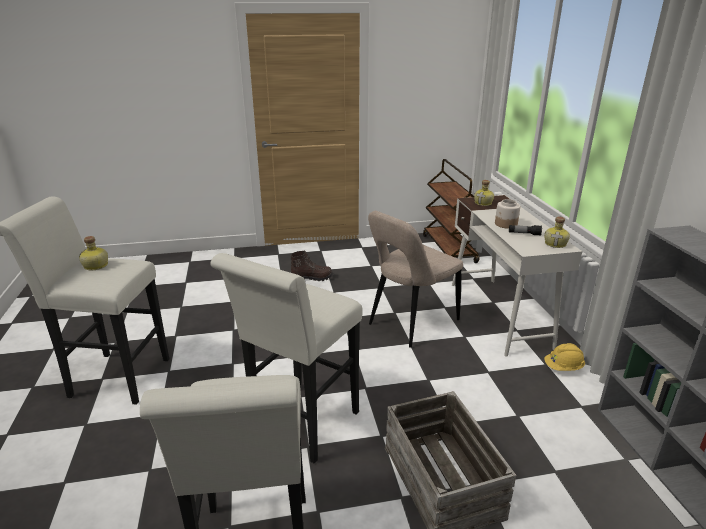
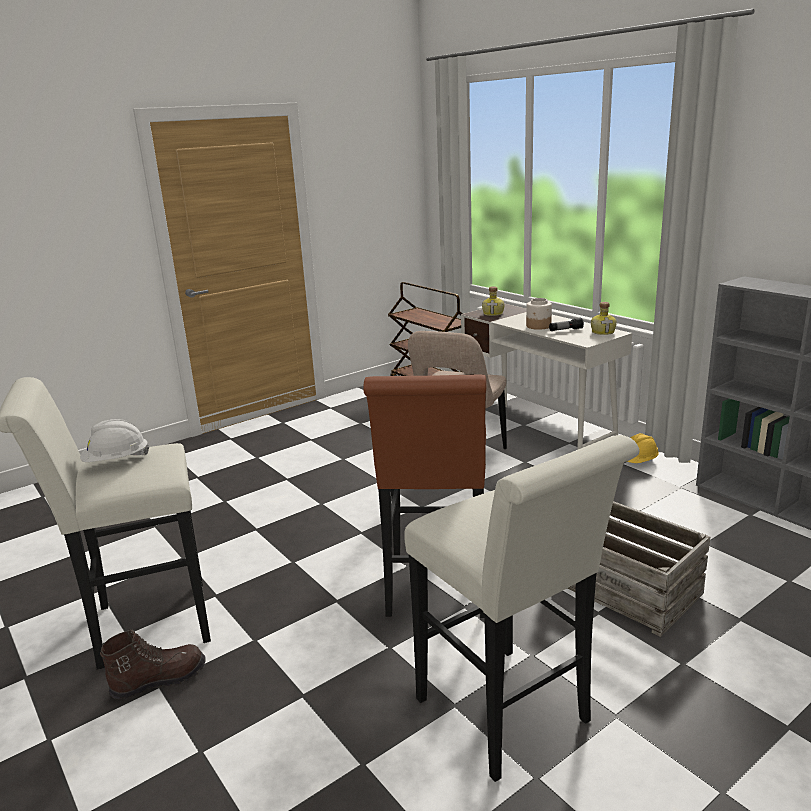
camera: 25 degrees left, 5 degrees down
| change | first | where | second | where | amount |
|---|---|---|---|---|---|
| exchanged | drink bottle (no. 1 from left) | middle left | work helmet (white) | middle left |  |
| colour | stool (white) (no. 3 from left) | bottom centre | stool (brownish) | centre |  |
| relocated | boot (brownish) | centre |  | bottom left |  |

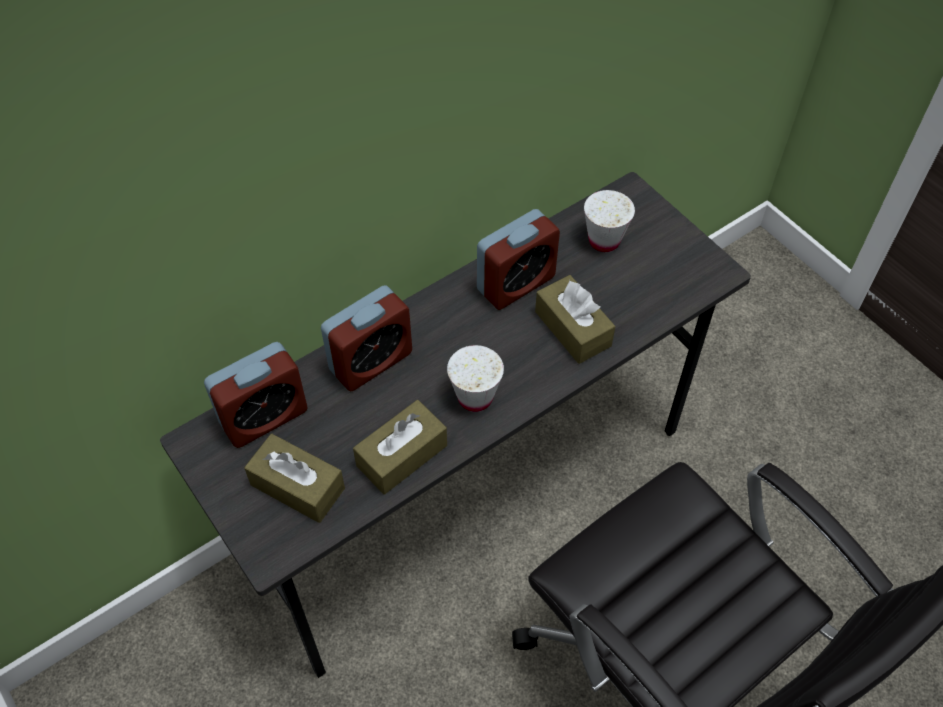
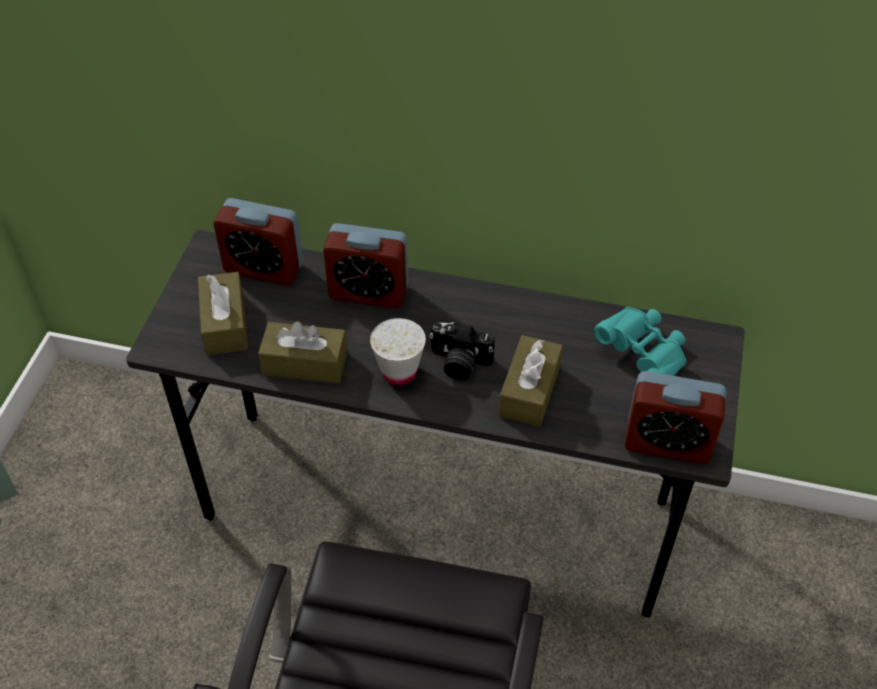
camera: 50 degrees right, 5 degrees down
| change | first | where | second | where | amount |
|---|---|---|---|---|---|
| relocated | table clock (no. 3 from left) | centre |  | middle right |  |
| exchanged | drinking cup (white) (no. 2 from left) | top centre | pair of binoculars (turquoise-coloured) | middle right |  |
| appeared |  |  | photo camera | centre |  |

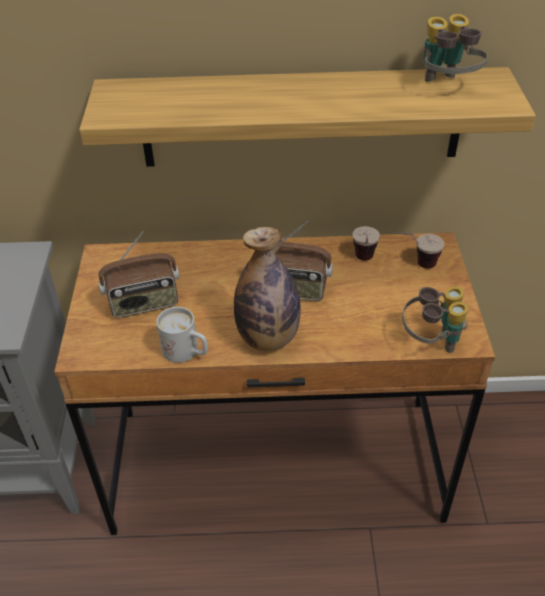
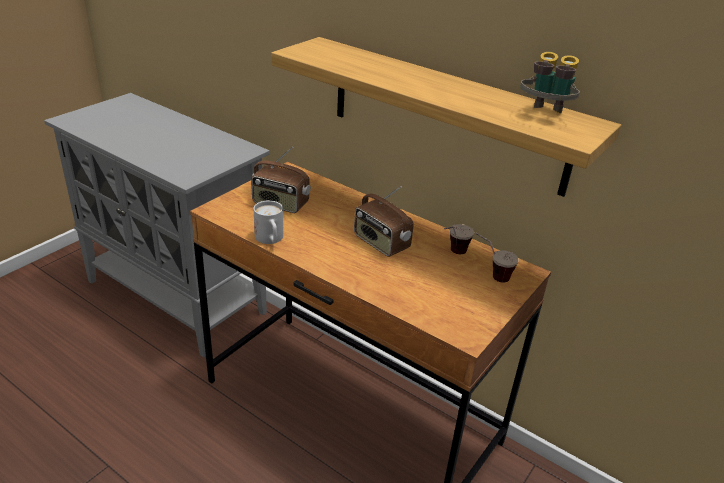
camera: 35 degrees right, 10 degrees down
| change | first | where | second | where | amount |
|---|---|---|---|---|---|
| missing | drink bottle | centre |  |  |  |
| missing | pair of binoculars (no. 1 from left) | middle right |  |  |  |

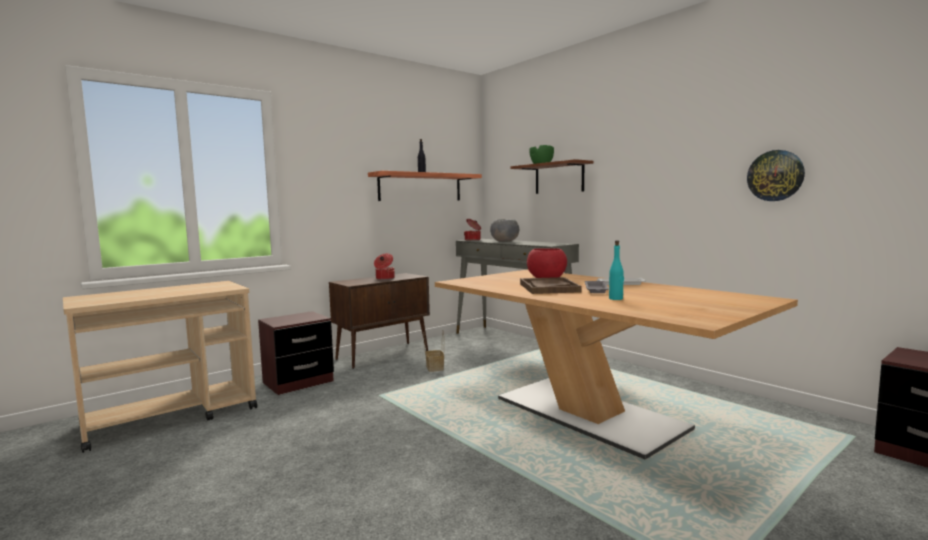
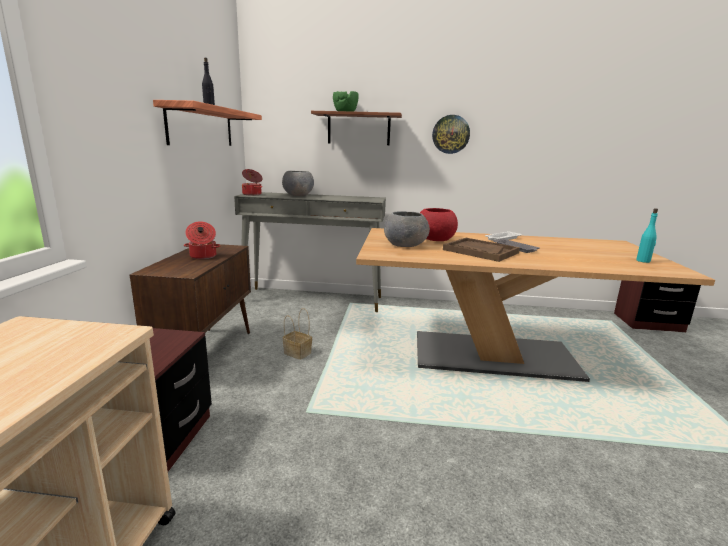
camera: 45 degrees left, 10 degrees up
| change | first | where | second | where | amount |
|---|---|---|---|---|---|
| relocated | drink bottle (turquoise-coloured) | centre |  | middle right |  |
| relocated | wall clock | top right |  | top centre |  |
| appeared |  |  | serving bowl (gray) (no. 2 from left) | centre |  |

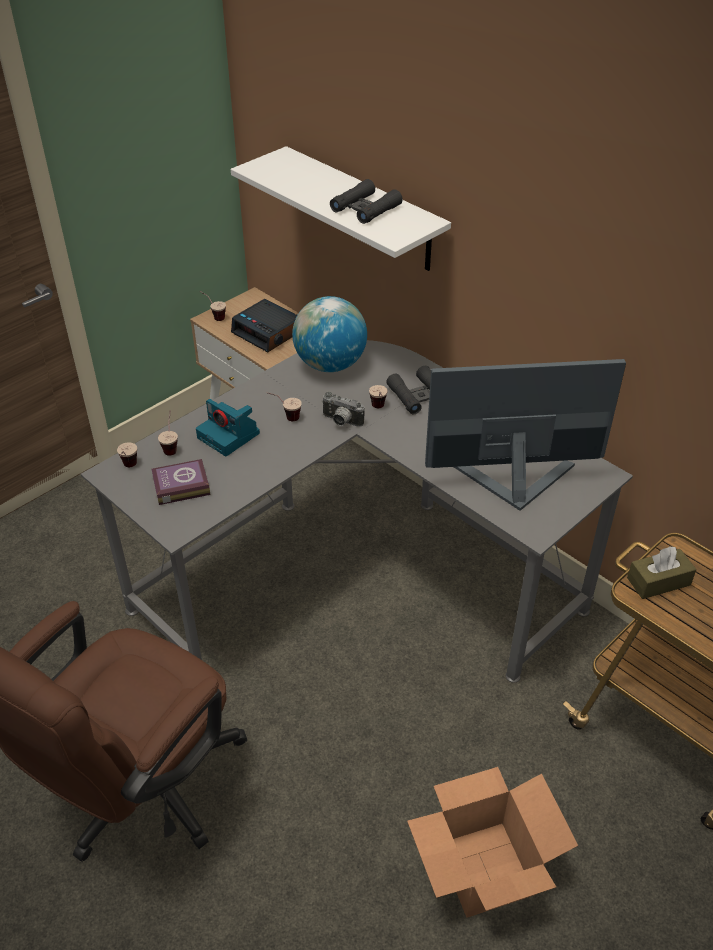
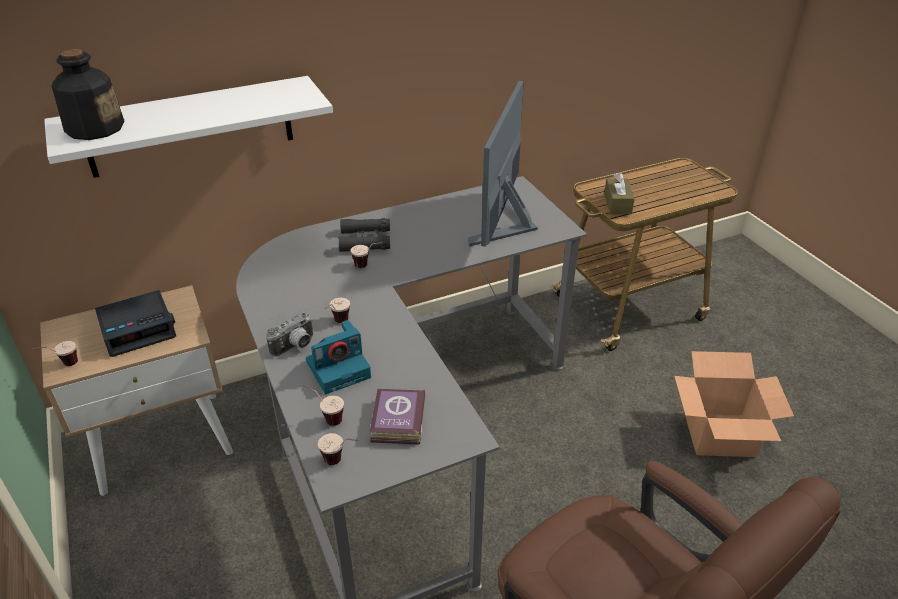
camera: 70 degrees left, 5 degrees down
| change | first | where | second | where | amount |
|---|---|---|---|---|---|
| missing | world globe | centre |  |  |  |
| relocated | photo camera (no. 2 from left in the first image) | centre | photo camera (no. 1 from left) | middle left |  |
| missing | pair of binoculars (black-coloured) (no. 1 from left) | top centre |  |  |  |
| appeared |  |  | drink bottle | top left |  |

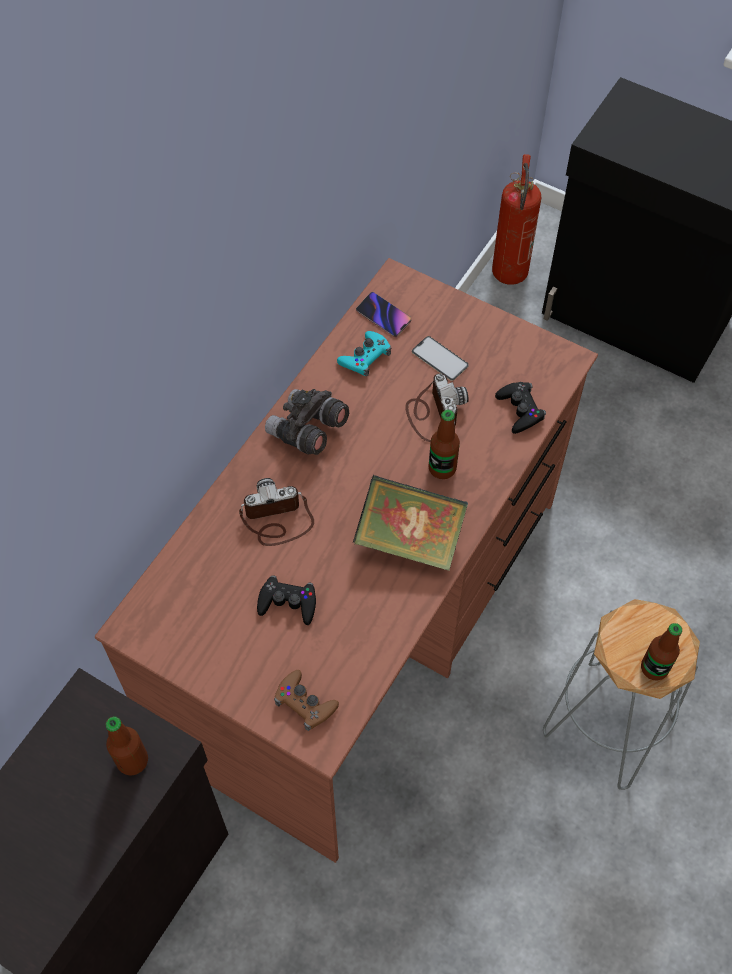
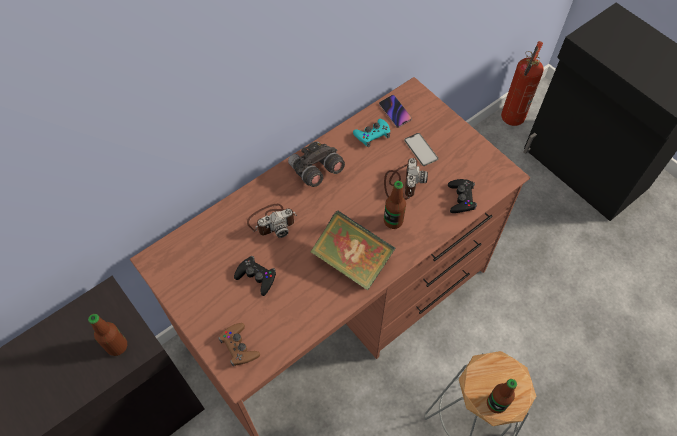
camera: 20 degrees right, 0 degrees up
| change | first | where | second | where | amount |
|---|---|---|---|---|---|
| spun | photo camera (no. 1 from left) | centre |  | centre | 150 degrees clockwise |

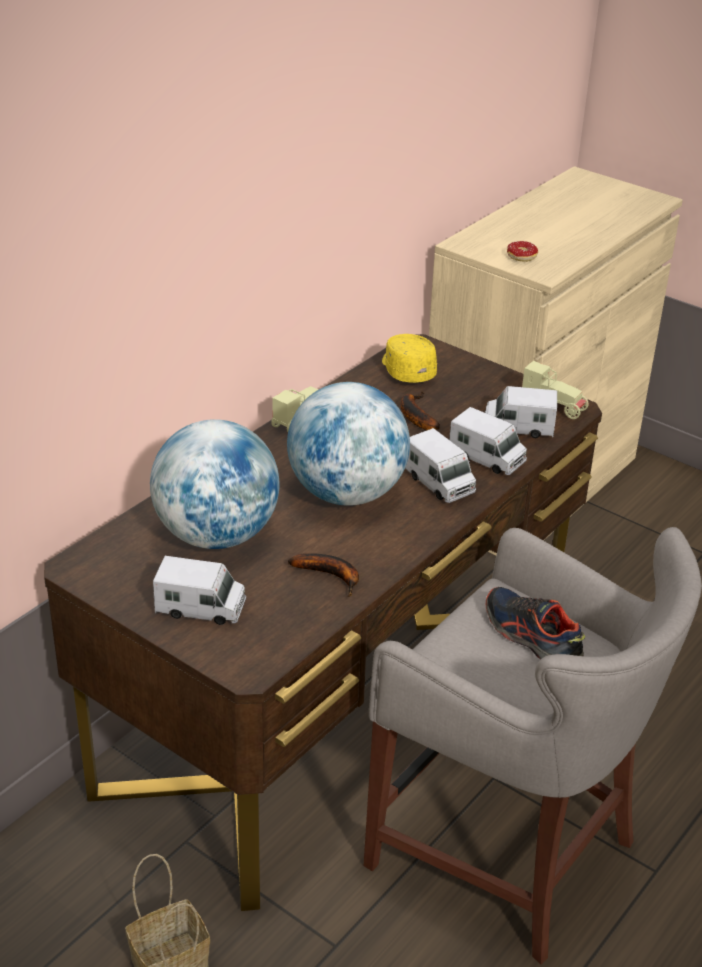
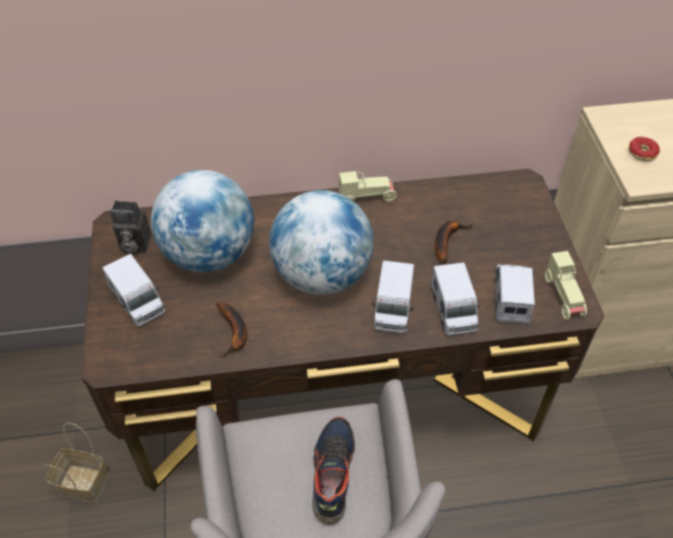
camera: 45 degrees right, 15 degrees up
| change | first | where | second | where | amount |
|---|---|---|---|---|---|
| missing | peaked cap (yellowish) | centre |  |  |  |
| spun | toy truck (no. 4 from left) | middle right |  | middle right | 45 degrees clockwise |
| appeared |  |  | photo camera | middle left |  |

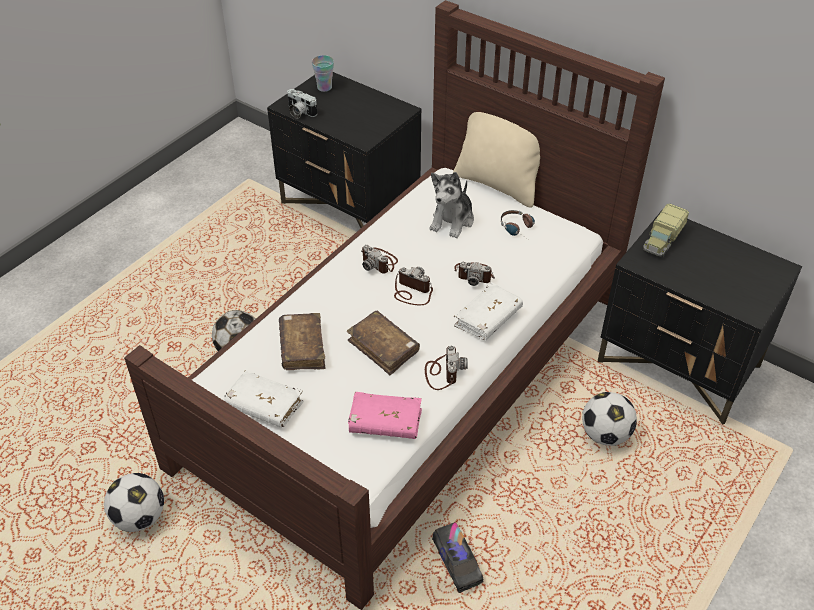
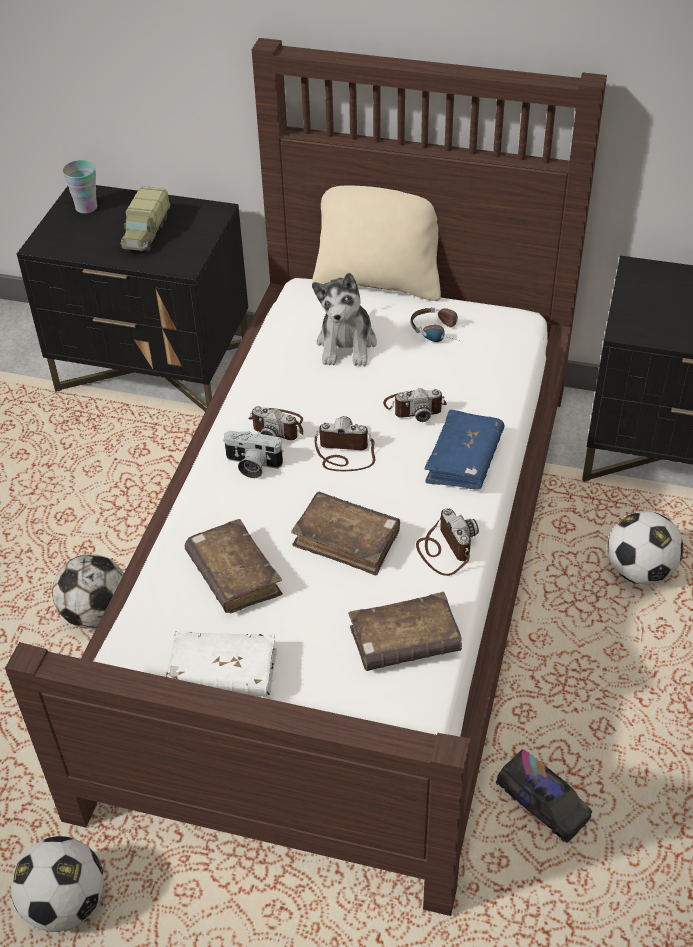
camera: 20 degrees left, 0 degrees up
| change | first | where | second | where | amount |
|---|---|---|---|---|---|
| relocated | photo camera (no. 1 from left) | top centre |  | centre |  |
| colour | book (pinkish) | bottom centre | book (brownish) (no. 3 from left) | centre |  |
| colour | book (white) (no. 2 from left) | centre | book (blue) | middle right |  |
| relocated | toy truck (no. 2 from left in the first image) | middle right | toy truck (no. 1 from left) | top left |  |

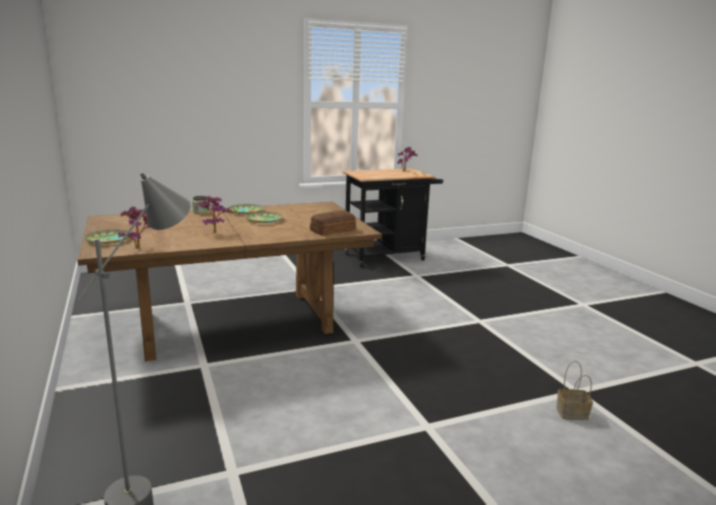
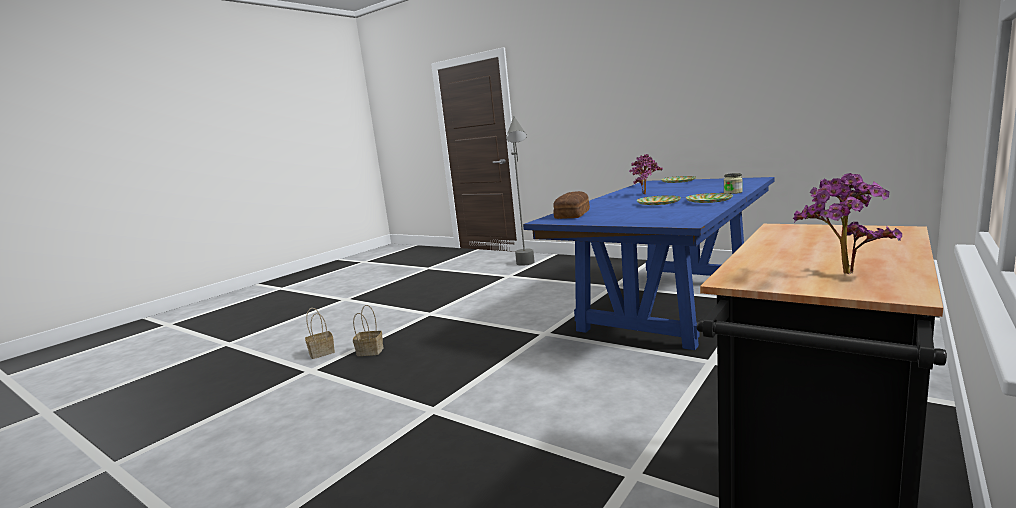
camera: 150 degrees right, 5 degrees down
| change | first | where | second | where | amount |
|---|---|---|---|---|---|
| colour | dining table (brownish) | middle left | dining table (blue) | centre |  |
| appeared |  |  | basket (no. 2 from left) | centre |  |

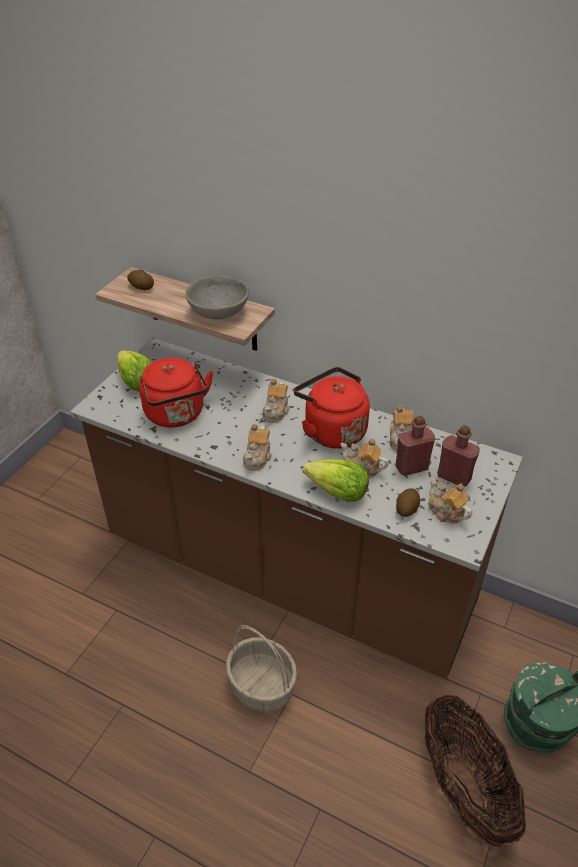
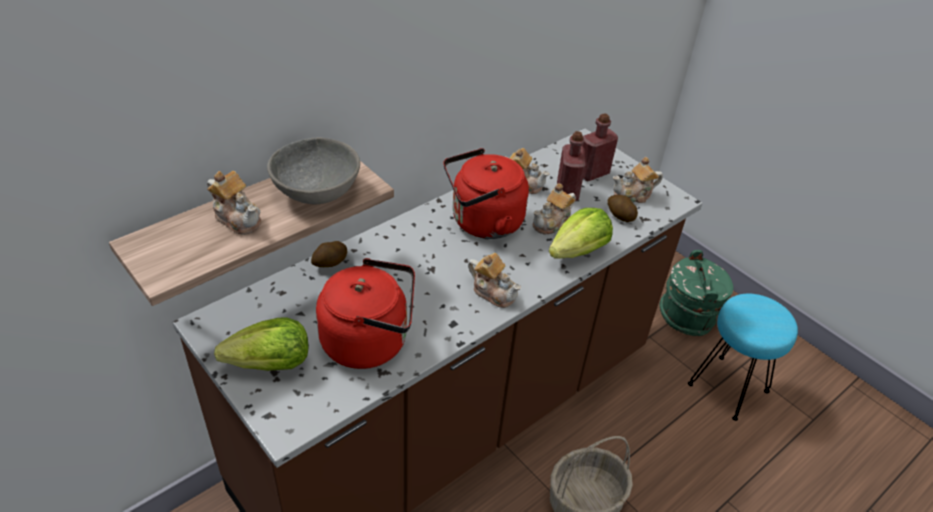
camera: 70 degrees left, 0 degrees up
| change | first | where | second | where | amount |
|---|---|---|---|---|---|
| relocated | potato (no. 1 from left) | top left |  | centre |  |
| relocated | pot for tea (no. 2 from left in the first image) | centre | pot for tea (no. 1 from left) | middle left |  |
| exchanged | basket (no. 2 from left) | bottom right | stool (turquoise-coloured) | bottom right |  |

